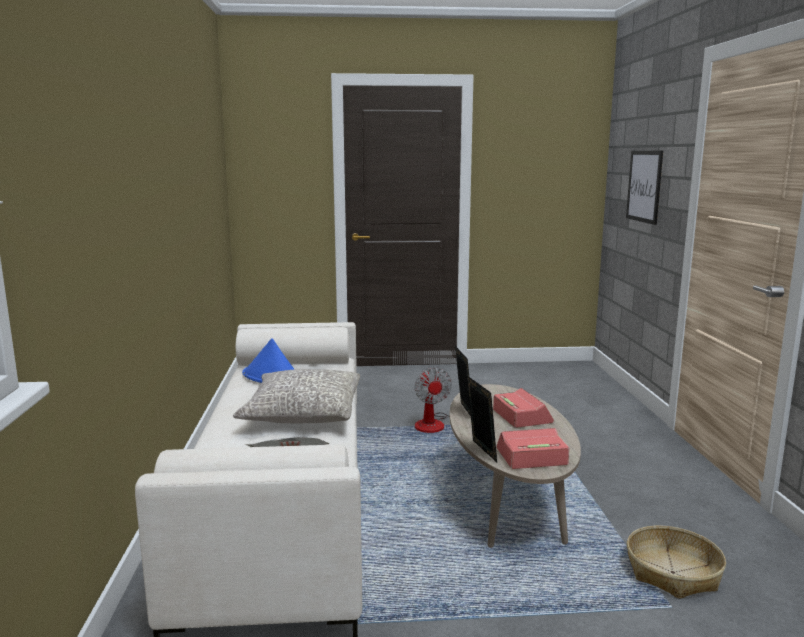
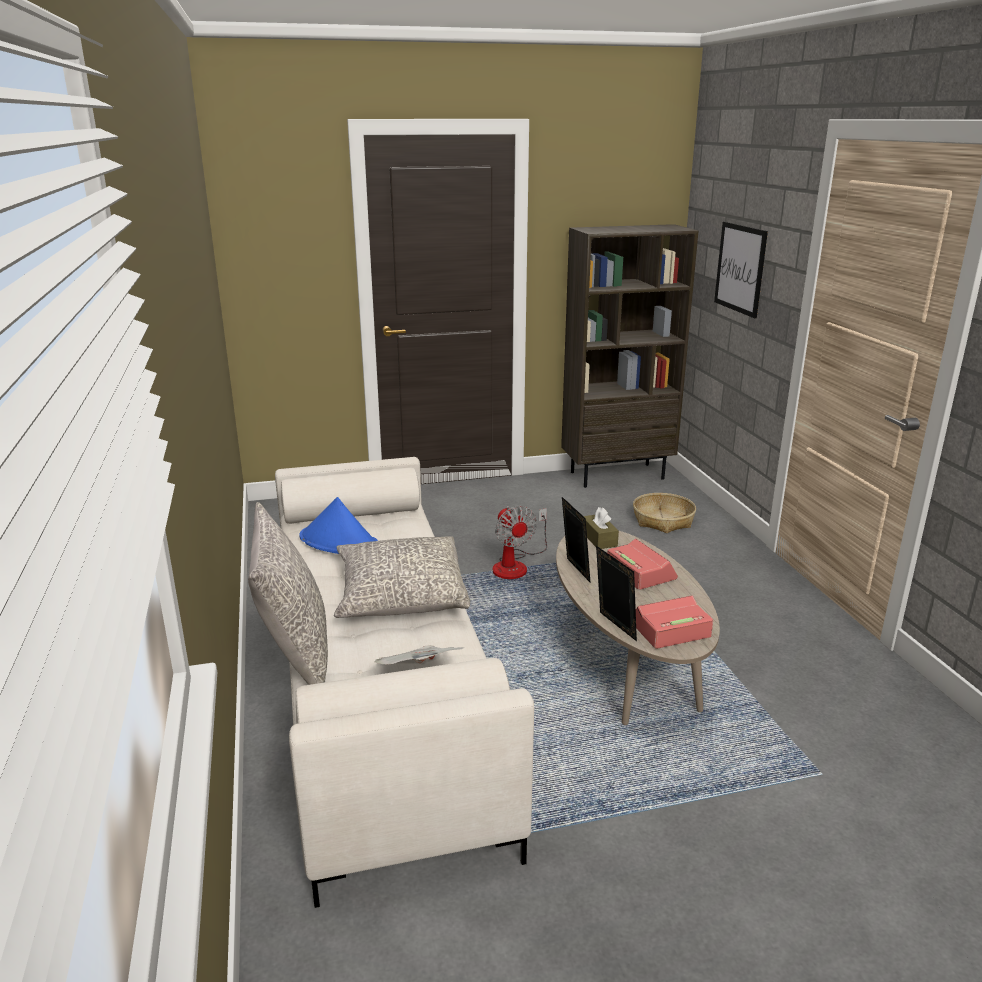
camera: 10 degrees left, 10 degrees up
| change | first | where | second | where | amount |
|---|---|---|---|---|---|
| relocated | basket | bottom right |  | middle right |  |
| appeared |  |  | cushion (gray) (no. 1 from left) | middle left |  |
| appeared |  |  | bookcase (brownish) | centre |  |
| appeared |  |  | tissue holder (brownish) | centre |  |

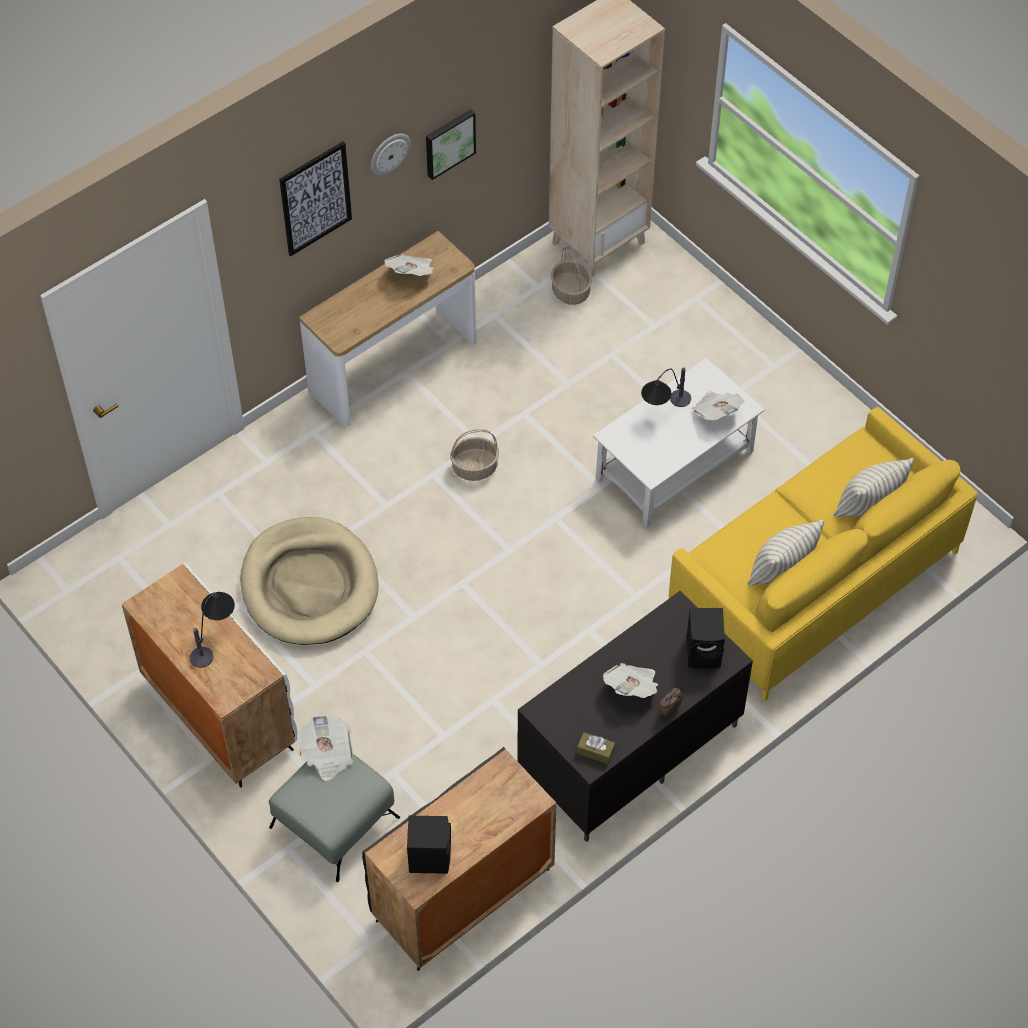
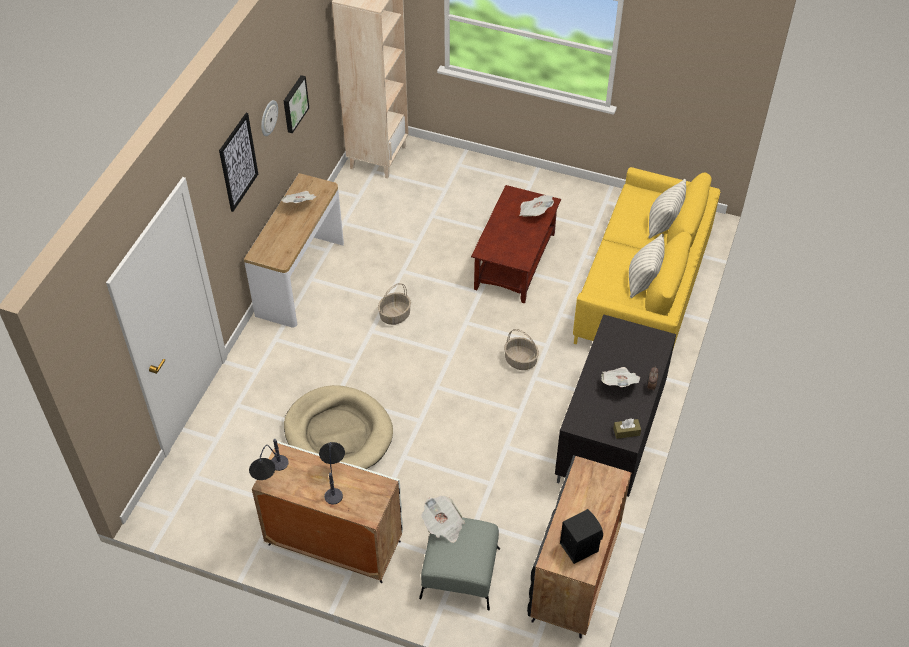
camera: 30 degrees left, 5 degrees down
| change | first | where | second | where | amount |
|---|---|---|---|---|---|
| relocated | basket (no. 2 from left) | top centre |  | centre |  |
| colour | lounge table (white) | centre | lounge table (brownish) | centre |  |
| relocated | table lamp (no. 2 from left in the first image) | centre | table lamp (no. 1 from left) | bottom left |  |
| missing | speaker (black-coloured) (no. 2 from left) | middle right |  |  |  |

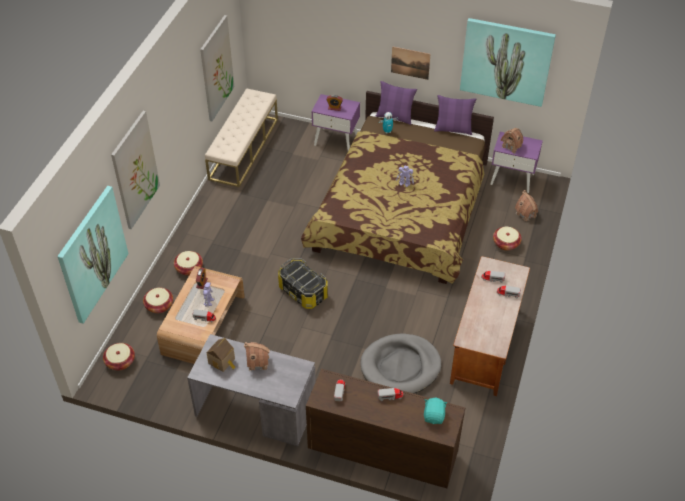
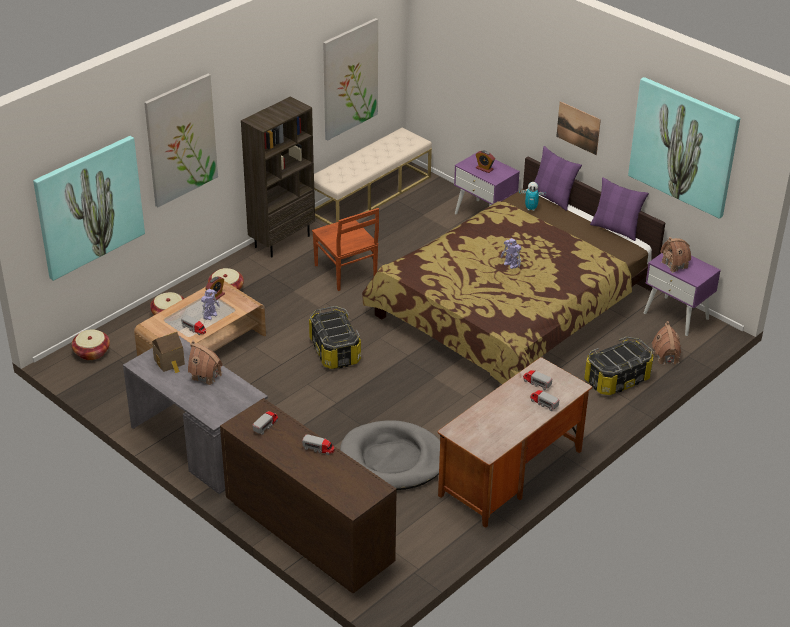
camera: 25 degrees right, 10 degrees down
| change | first | where | second | where | amount |
|---|---|---|---|---|---|
| missing | soft toy (turquoise-coloured) | bottom centre |  |  |  |
| exchanged | basket (no. 4 from left) | middle right | storage box (no. 2 from left) | middle right |  |
| appeared |  |  | bookcase (brownish) | top centre |  |
| appeared |  |  | upright chair (brownish) | centre |  |

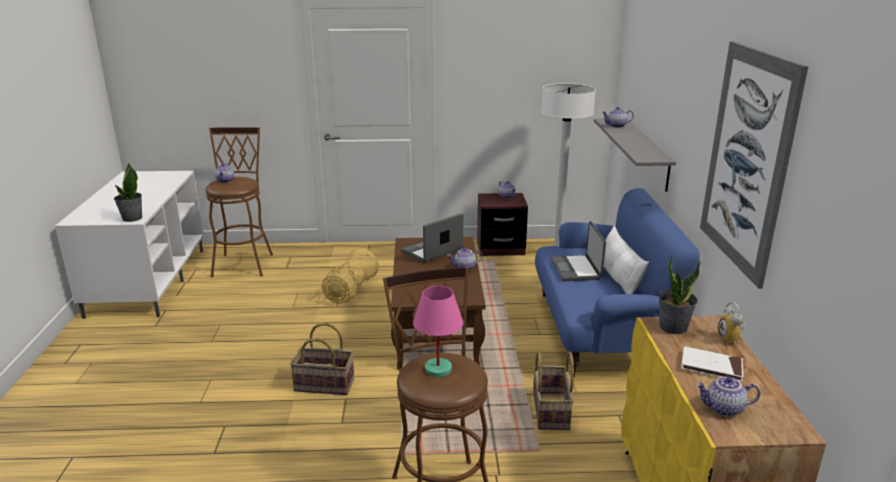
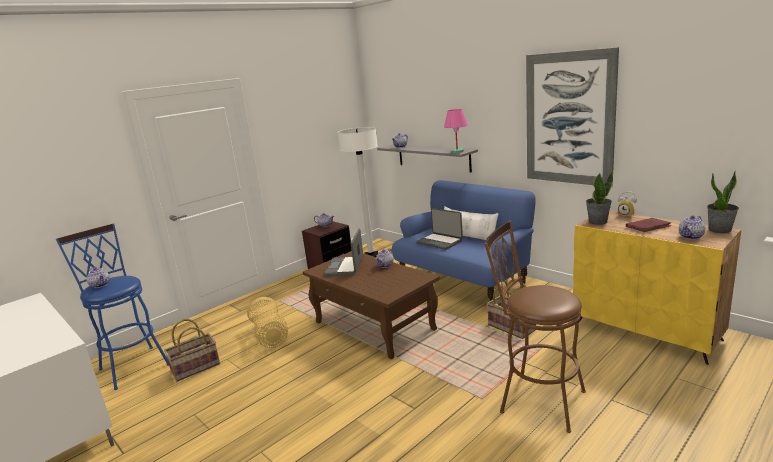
camera: 40 degrees left, 5 degrees down
| change | first | where | second | where | amount |
|---|---|---|---|---|---|
| relocated | plant in a pot (no. 1 from left in the first image) | middle left | plant in a pot (no. 2 from left) | middle right |  |
| colour | stool (brownish) (no. 1 from left) | middle left | stool (blue) | middle left |  |
| relocated | basket (no. 1 from left) | bottom centre |  | bottom left |  |
| relocated | table lamp (pinkish) | bottom centre |  | top centre |  |
| colour | book (white) | bottom right | book (reddish) | middle right |  |

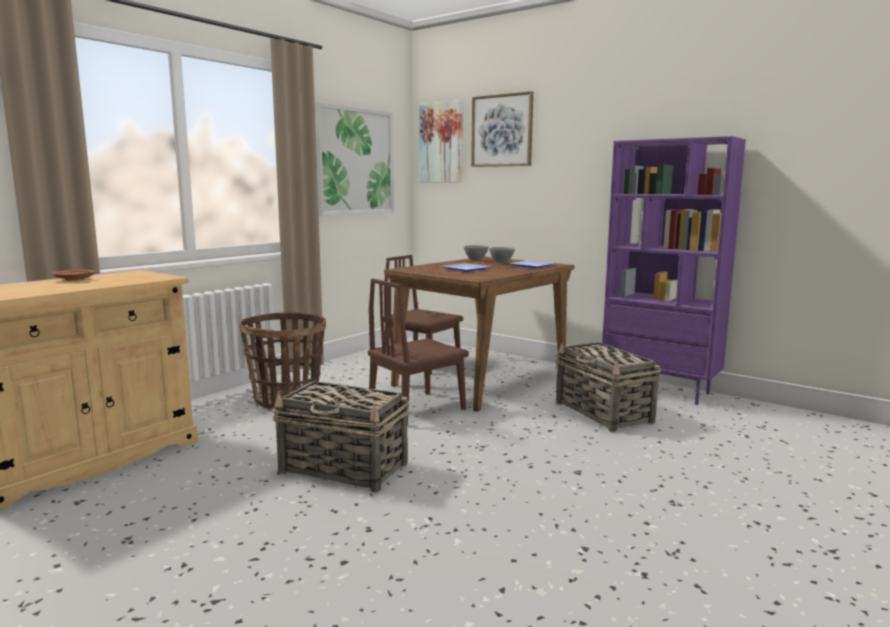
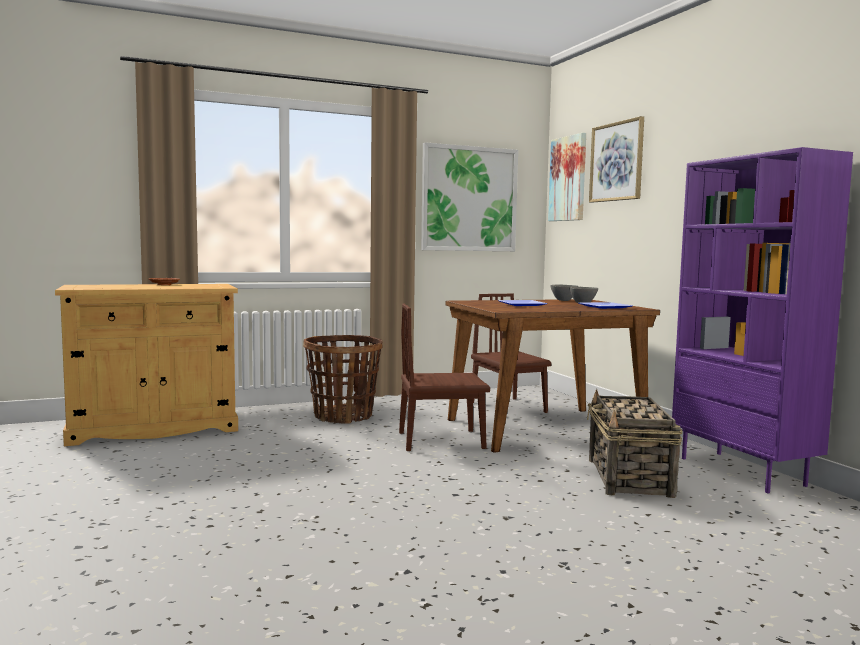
camera: 30 degrees right, 5 degrees down
| change | first | where | second | where | amount |
|---|---|---|---|---|---|
| missing | basket (no. 2 from left) | bottom centre |  |  |  |

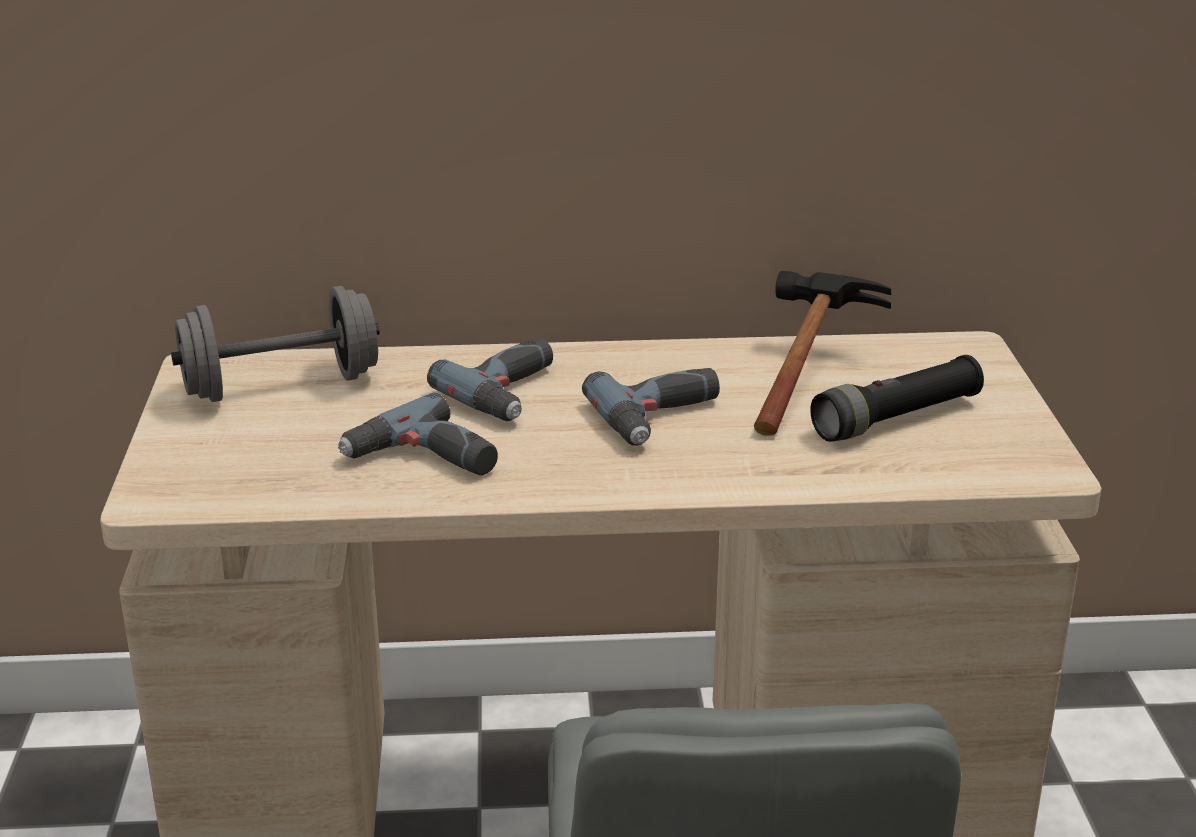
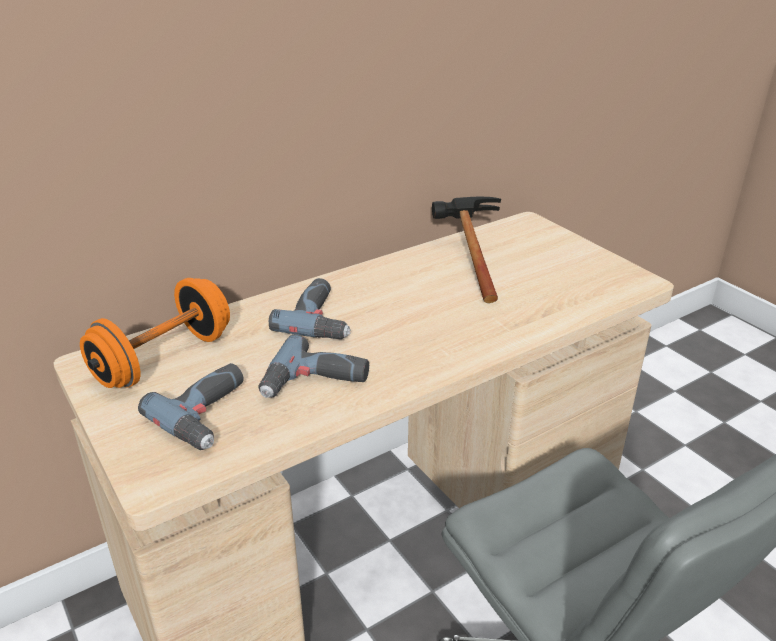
camera: 30 degrees left, 5 degrees up
| change | first | where | second | where | amount |
|---|---|---|---|---|---|
| colour | dumbbell (gray) | middle left | dumbbell (orangey) | middle left |  |
| relocated | drill (no. 3 from left in the first image) | centre | drill (no. 1 from left) | middle left |  |
| missing | torch (black-coloured) | middle right |  |  |  |

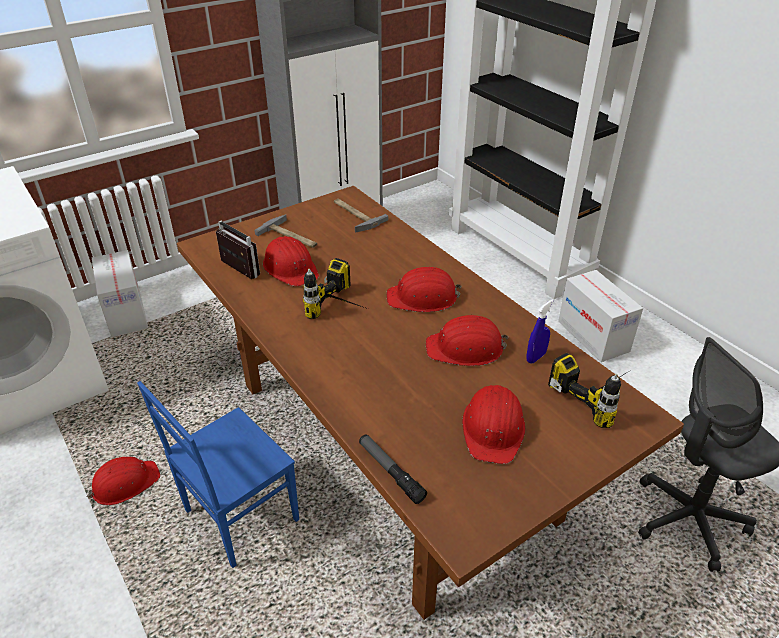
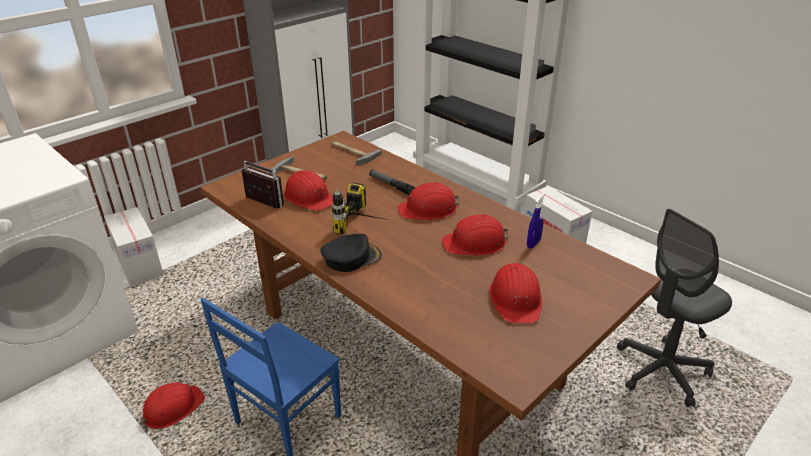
camera: 10 degrees left, 5 degrees down
| change | first | where | second | where | amount |
|---|---|---|---|---|---|
| relocated | torch | bottom centre |  | centre |  |
| missing | drill (no. 2 from left) | middle right |  |  |  |
| appeared |  |  | peaked cap (black-coloured) | centre |  |

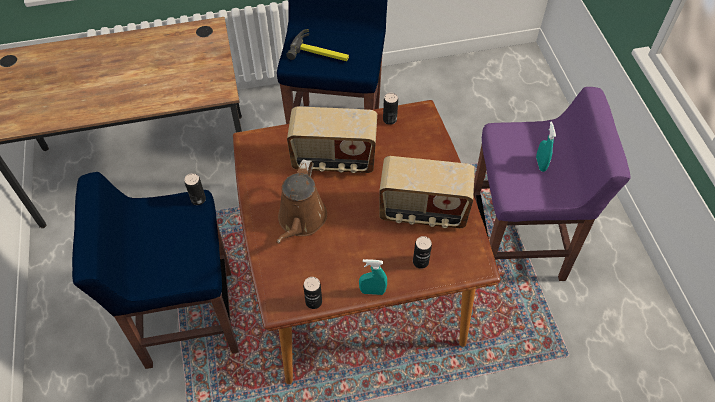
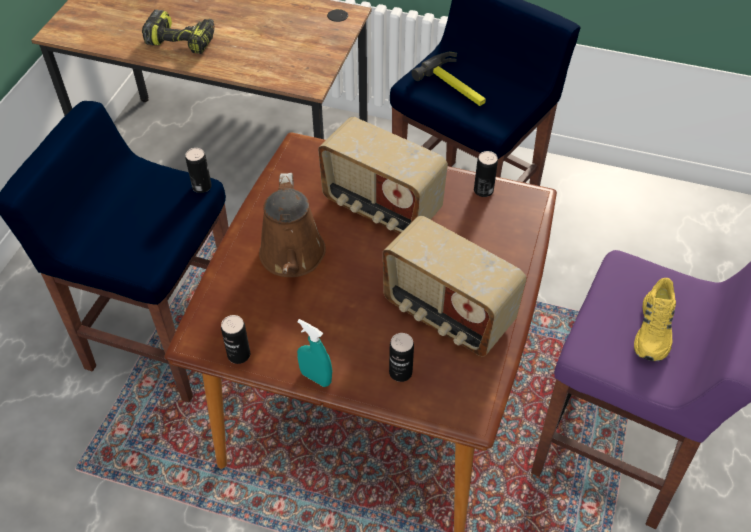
camera: 30 degrees right, 5 degrees down
| change | first | where | second | where | amount |
|---|---|---|---|---|---|
| spun | sprinkling can (brownish) | centre |  | centre | 45 degrees counterclockwise |
| exchanged | sprayer (turquoise-coloured) (no. 2 from left) | middle right | item of footwear (yellowish) | middle right |  |
| appeared |  |  | drill | top left |  |

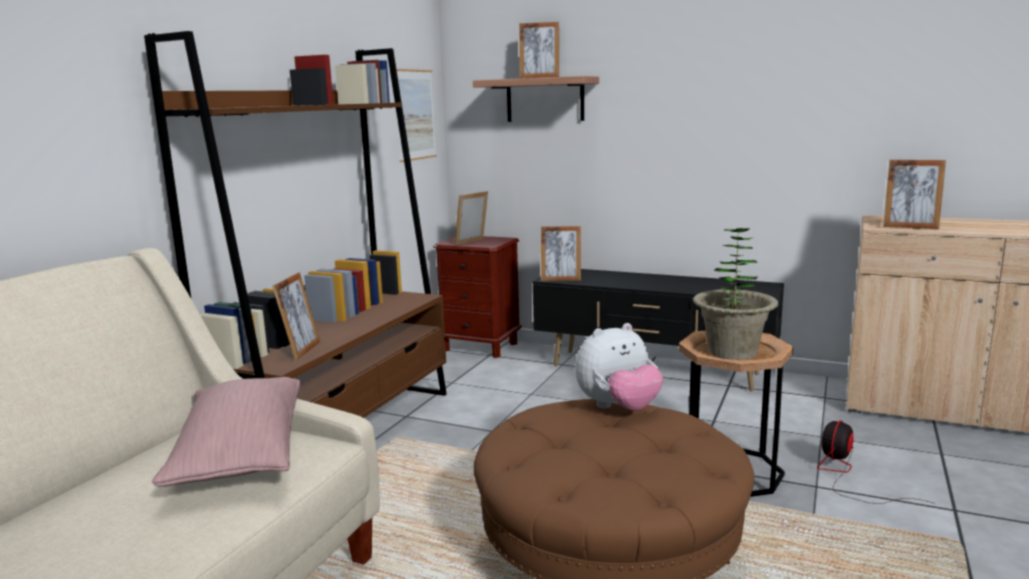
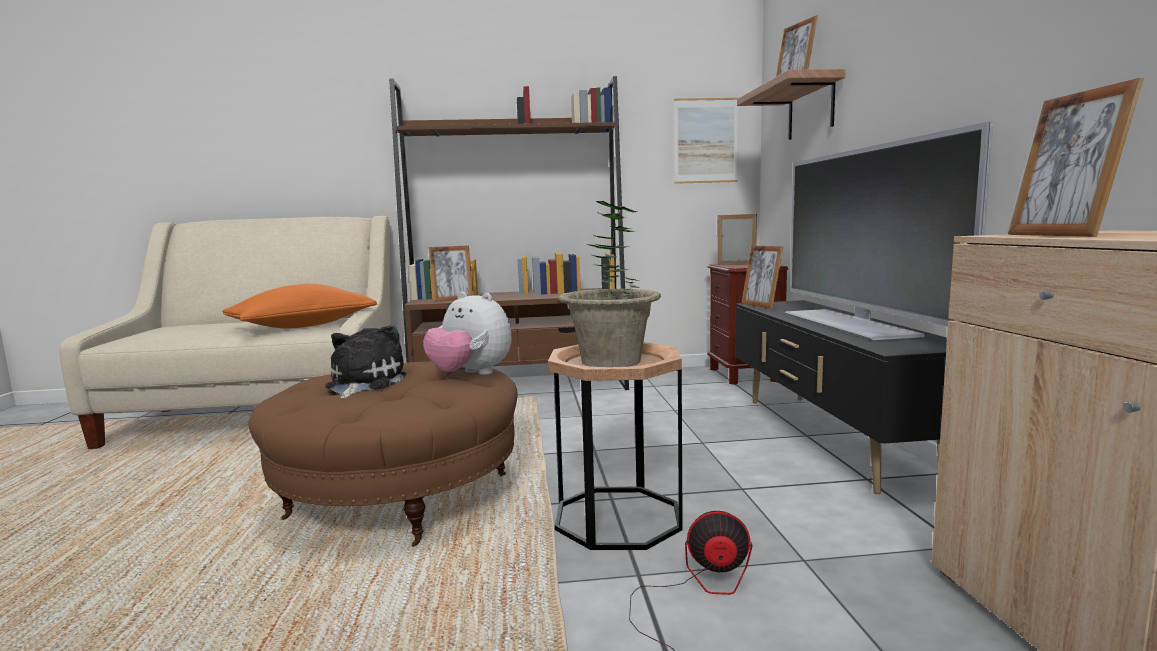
camera: 60 degrees right, 5 degrees down
| change | first | where | second | where | amount |
|---|---|---|---|---|---|
| colour | cushion (pinkish) | bottom left | cushion (orangey) | middle left |  |
| appeared |  |  | soft toy (no. 1 from left) | middle left |  |
| appeared |  |  | television | middle right |  |

